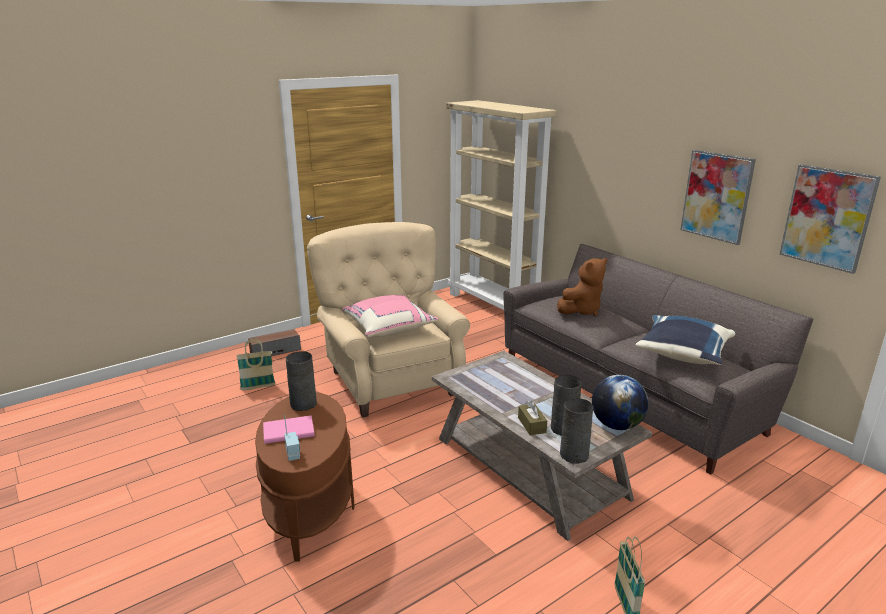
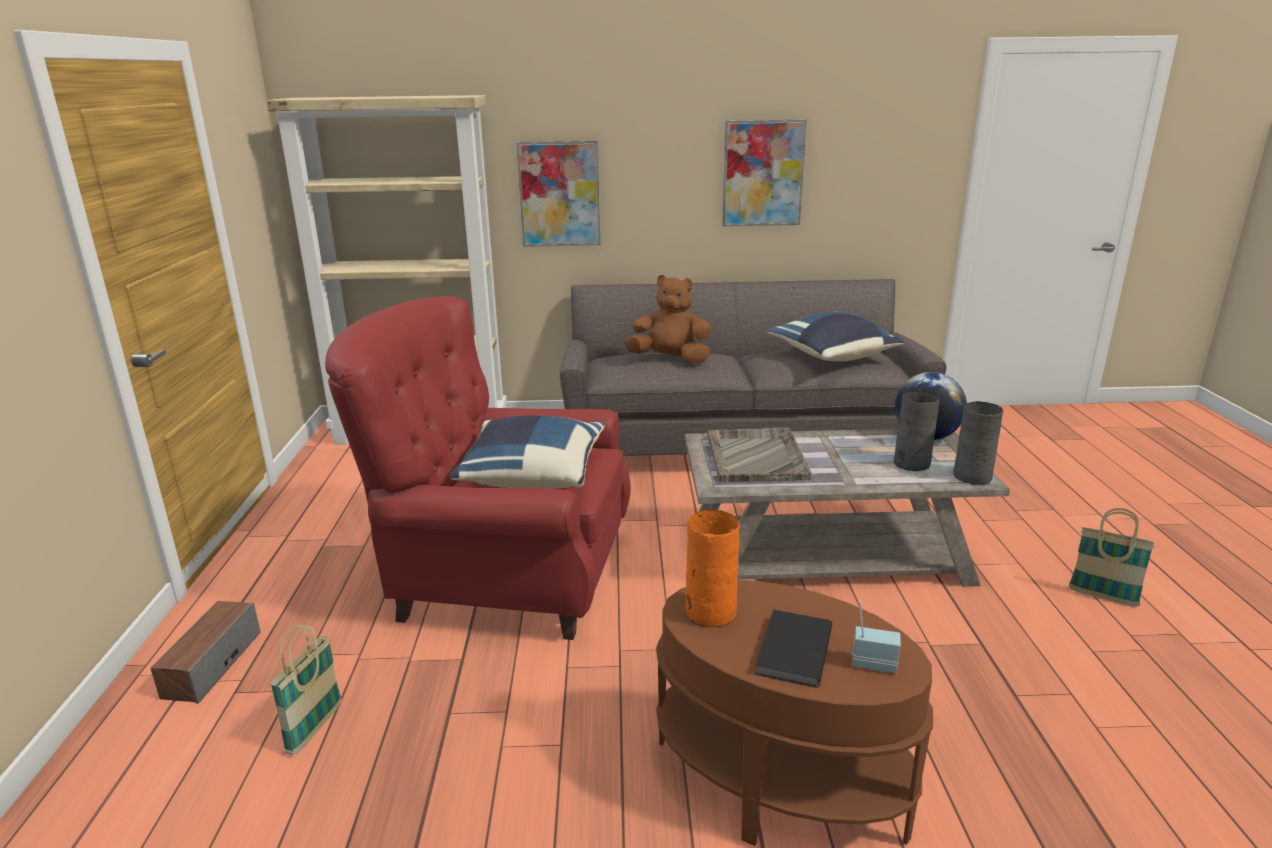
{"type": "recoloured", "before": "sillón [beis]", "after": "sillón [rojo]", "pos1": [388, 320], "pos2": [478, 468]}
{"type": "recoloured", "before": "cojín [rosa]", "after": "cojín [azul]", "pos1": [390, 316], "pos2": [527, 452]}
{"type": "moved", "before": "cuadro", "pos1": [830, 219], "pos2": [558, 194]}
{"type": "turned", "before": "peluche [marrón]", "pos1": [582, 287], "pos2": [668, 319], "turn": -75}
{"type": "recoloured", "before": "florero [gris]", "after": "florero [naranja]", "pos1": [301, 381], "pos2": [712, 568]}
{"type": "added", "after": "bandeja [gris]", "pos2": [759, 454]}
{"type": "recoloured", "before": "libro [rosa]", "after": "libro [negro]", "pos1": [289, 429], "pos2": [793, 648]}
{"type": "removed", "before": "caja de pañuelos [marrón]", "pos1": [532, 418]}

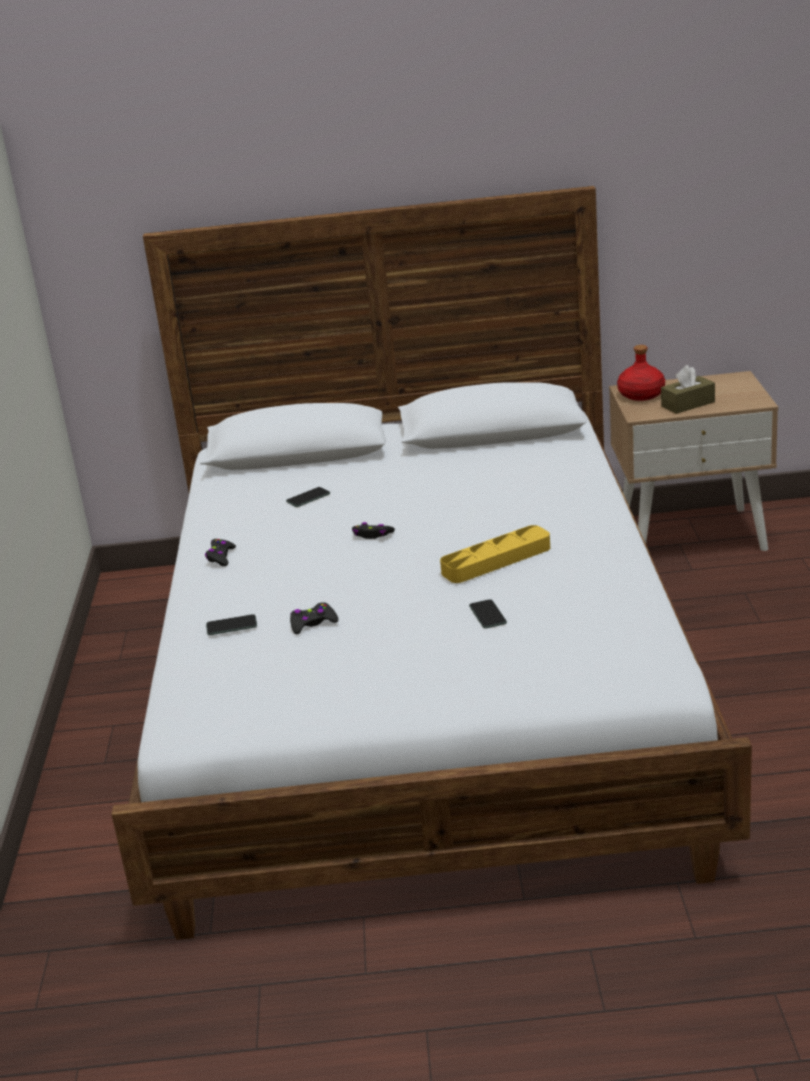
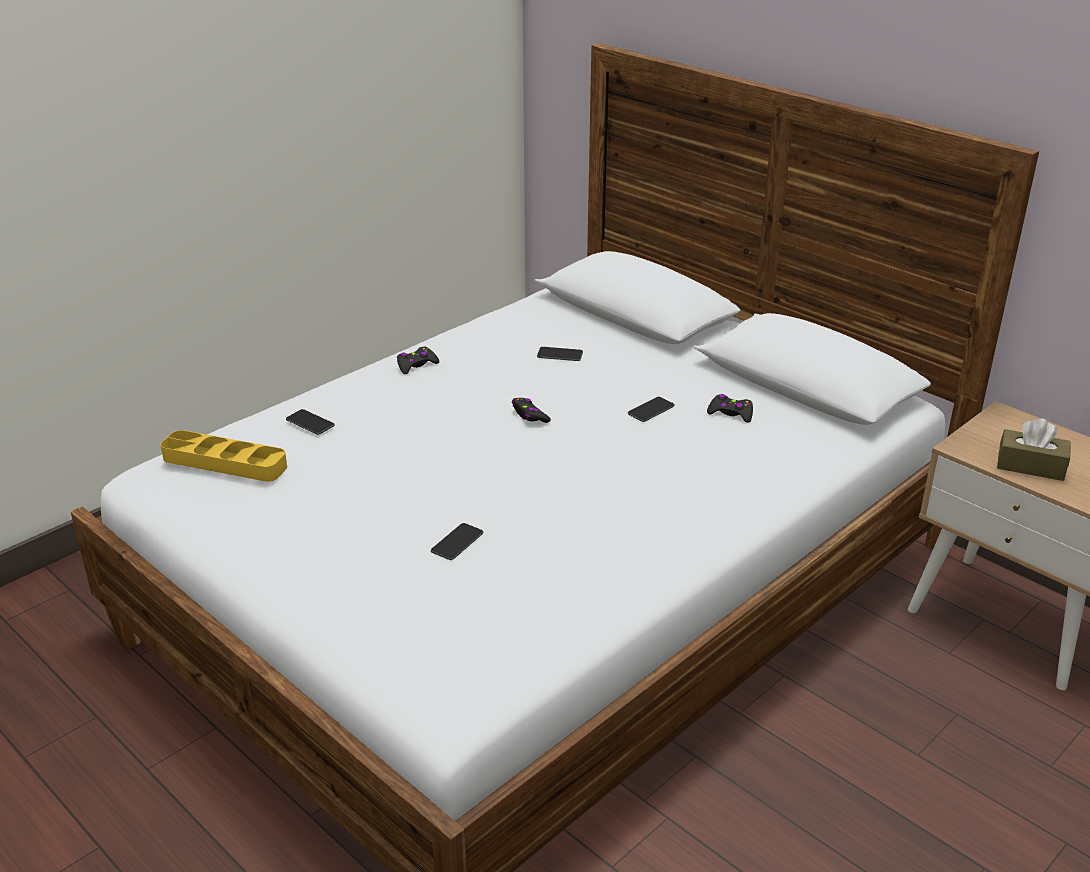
{"type": "moved", "before": "bandeja [amarillo]", "pos1": [495, 554], "pos2": [223, 456]}
{"type": "added", "after": "móvil", "pos2": [651, 409]}
{"type": "moved", "before": "mando de consola [negro]", "pos1": [314, 618], "pos2": [730, 408]}
{"type": "removed", "before": "botella [rojo]", "pos1": [641, 373]}

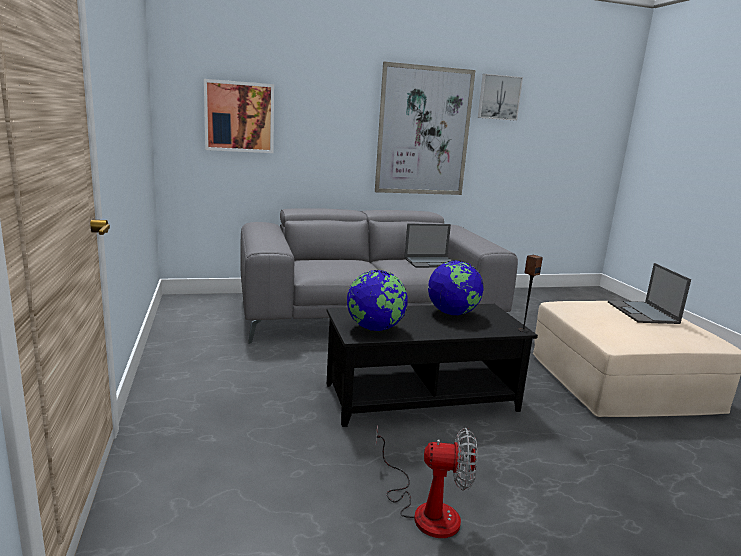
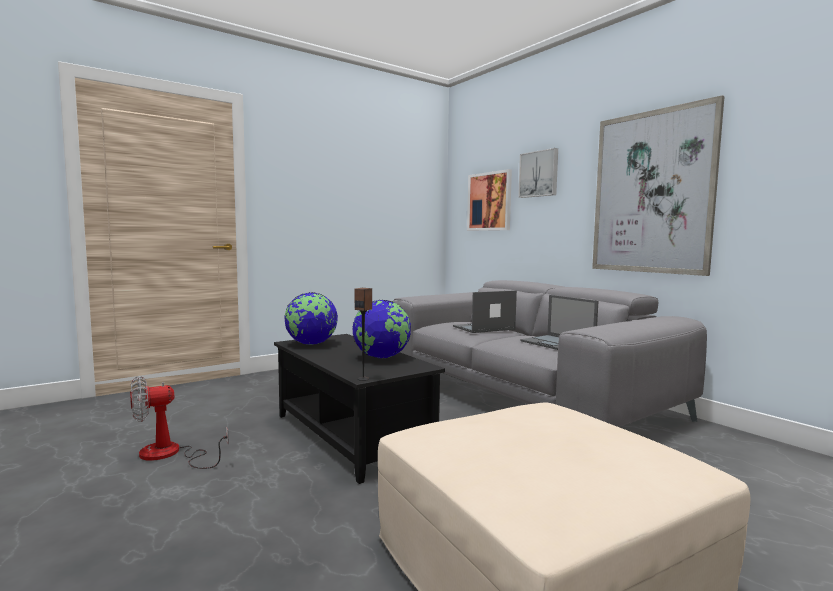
{"type": "turned", "before": "ventilador", "pos1": [426, 481], "pos2": [179, 422], "turn": 75}
{"type": "moved", "before": "portátil", "pos1": [649, 293], "pos2": [485, 311]}
{"type": "moved", "before": "cuadro", "pos1": [500, 97], "pos2": [538, 173]}

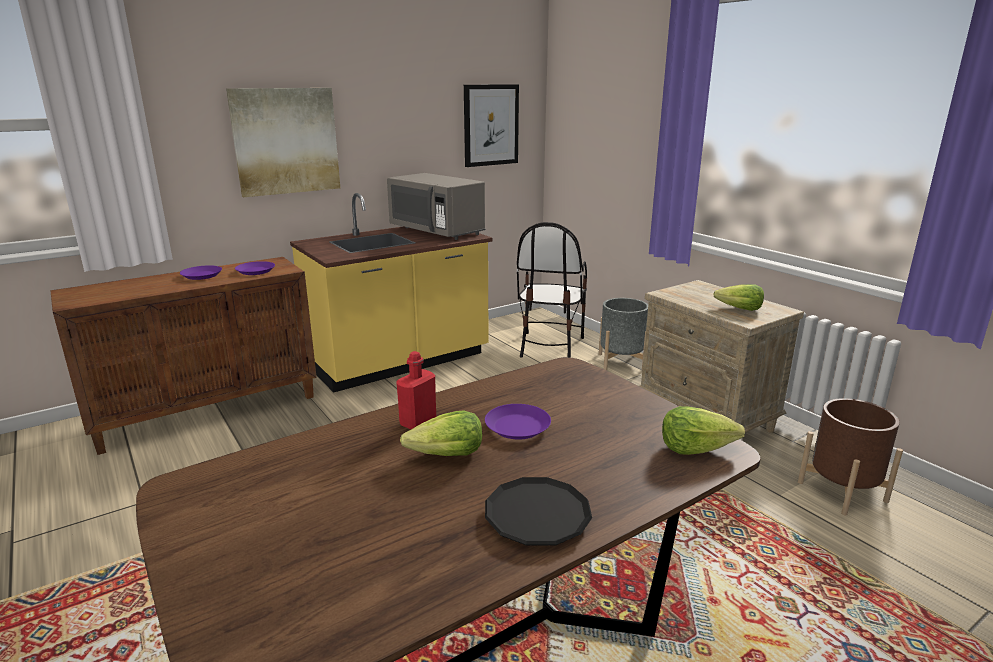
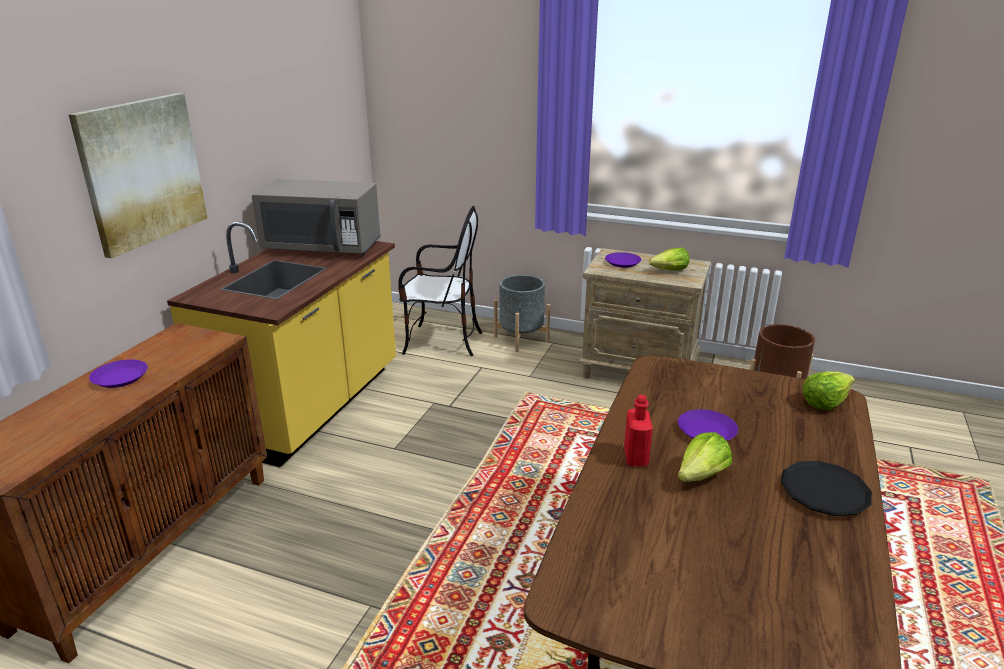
{"type": "turned", "before": "silla", "pos1": [552, 290], "pos2": [440, 281], "turn": -60}
{"type": "moved", "before": "plato [morado]", "pos1": [255, 268], "pos2": [623, 260]}
{"type": "removed", "before": "cuadro", "pos1": [491, 125]}

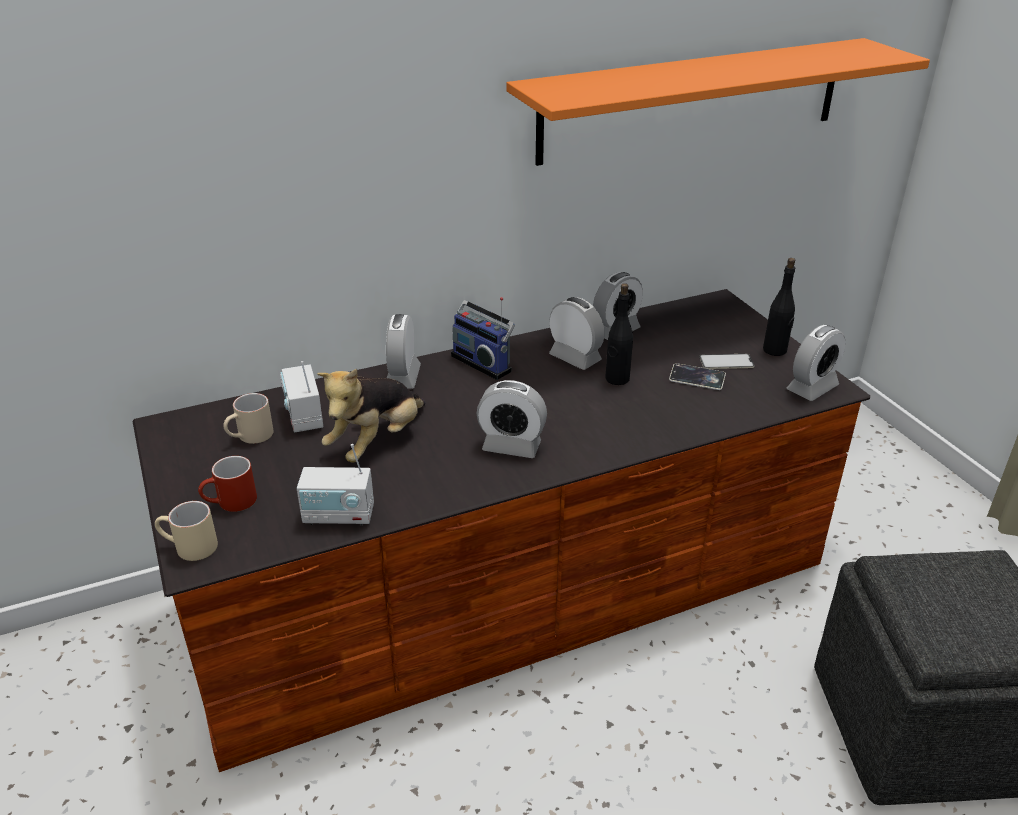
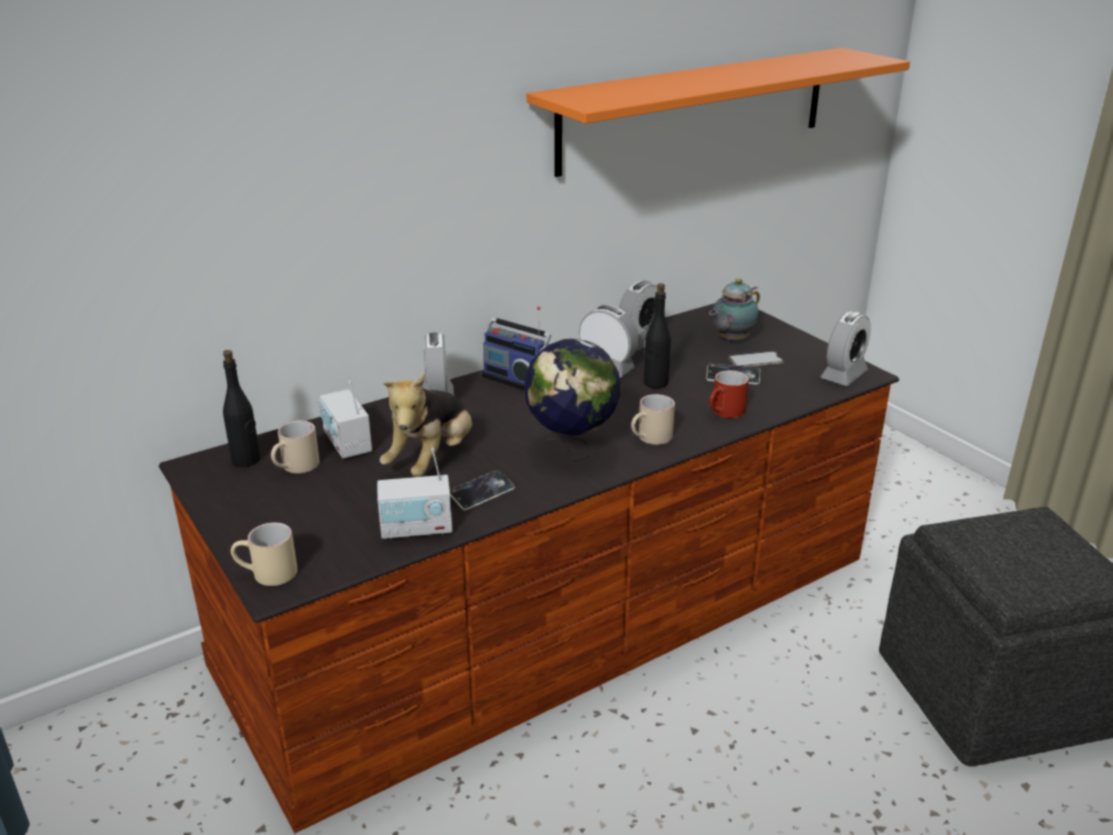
{"type": "moved", "before": "botella [negro]", "pos1": [779, 307], "pos2": [241, 408]}
{"type": "added", "after": "móvil", "pos2": [482, 490]}
{"type": "replaced", "before": "despertador", "after": "globo terráqueo", "pos1": [511, 419], "pos2": [572, 399]}
{"type": "added", "after": "taza grande [beis]", "pos2": [653, 419]}
{"type": "added", "after": "tetera", "pos2": [734, 310]}
{"type": "moved", "before": "taza grande [rojo]", "pos1": [227, 484], "pos2": [729, 394]}

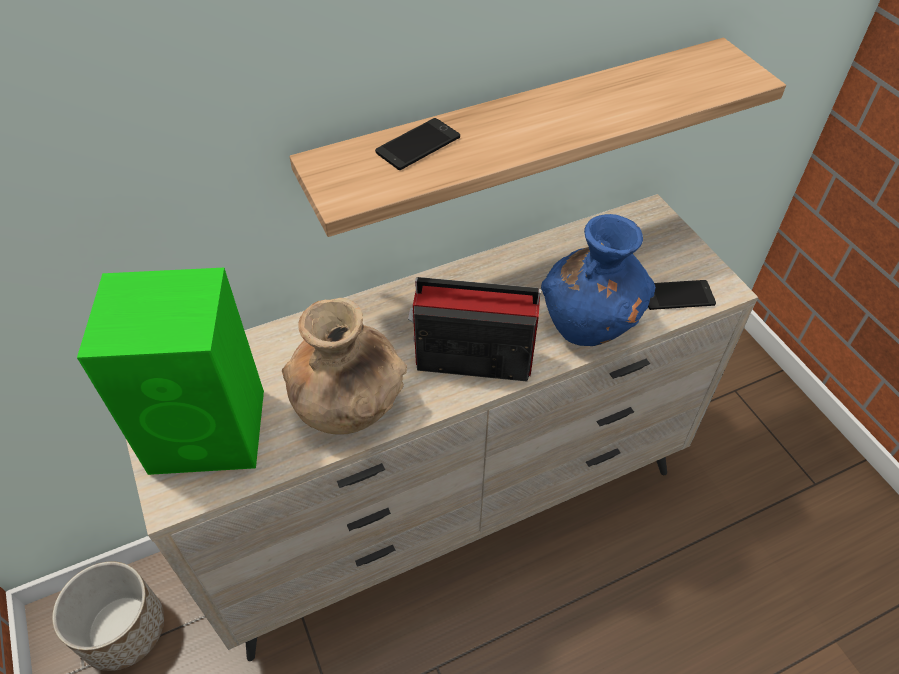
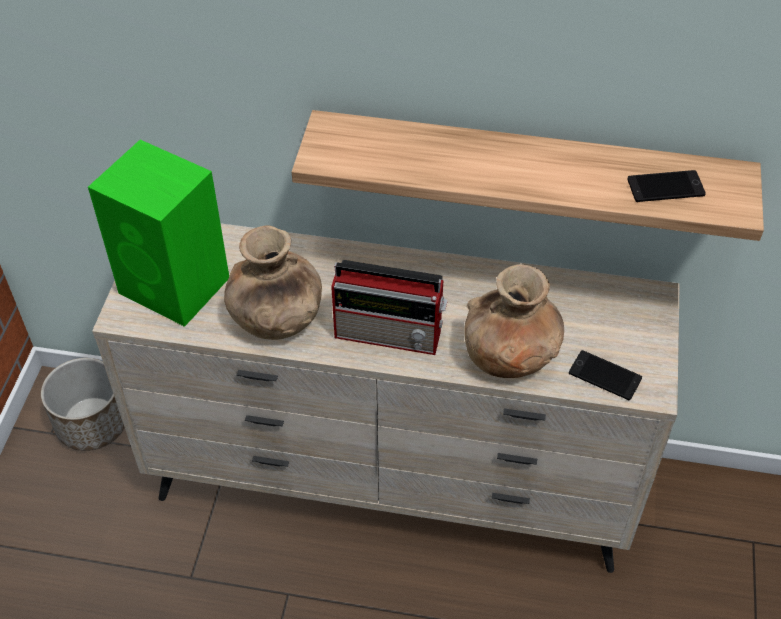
{"type": "turned", "before": "radio", "pos1": [474, 329], "pos2": [389, 307], "turn": 150}
{"type": "recoloured", "before": "florero [azul]", "after": "florero [marrón]", "pos1": [598, 280], "pos2": [514, 321]}
{"type": "moved", "before": "móvil", "pos1": [417, 144], "pos2": [666, 186]}

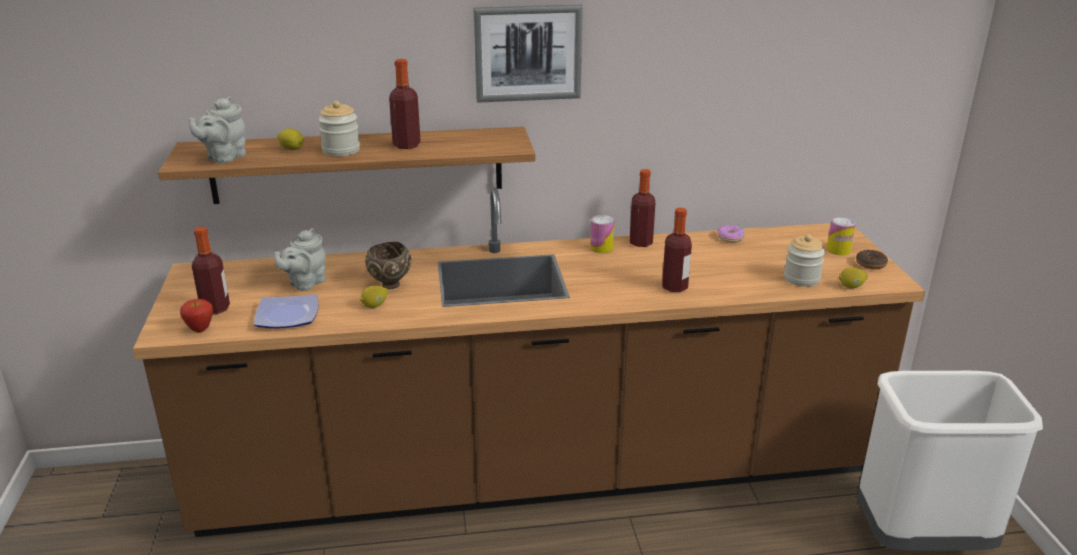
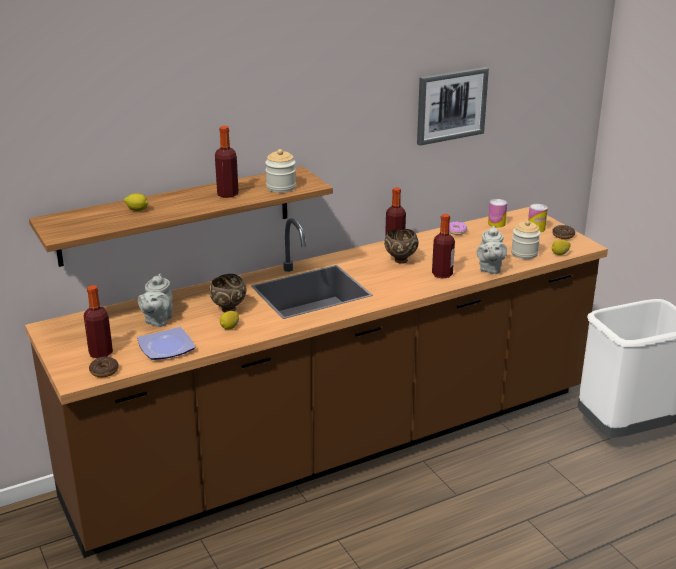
{"type": "replaced", "before": "manzana", "after": "rosquilla", "pos1": [196, 316], "pos2": [104, 367]}
{"type": "moved", "before": "tarro", "pos1": [339, 128], "pos2": [280, 171]}
{"type": "added", "after": "cuenco [marrón]", "pos2": [401, 246]}
{"type": "moved", "before": "cuadro", "pos1": [528, 53], "pos2": [453, 106]}
{"type": "moved", "before": "tetera [gris]", "pos1": [217, 130], "pos2": [491, 250]}
{"type": "moved", "before": "lata", "pos1": [602, 234], "pos2": [497, 213]}

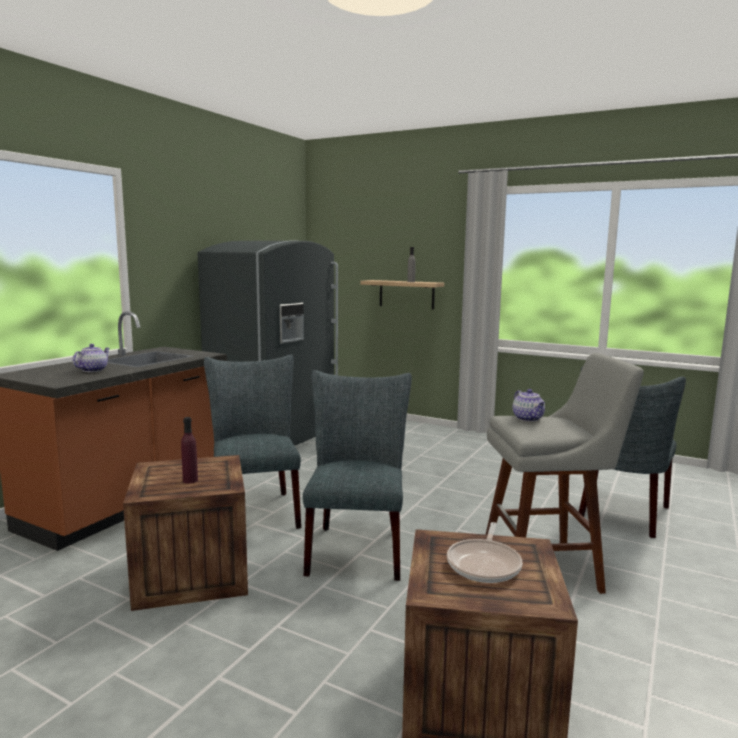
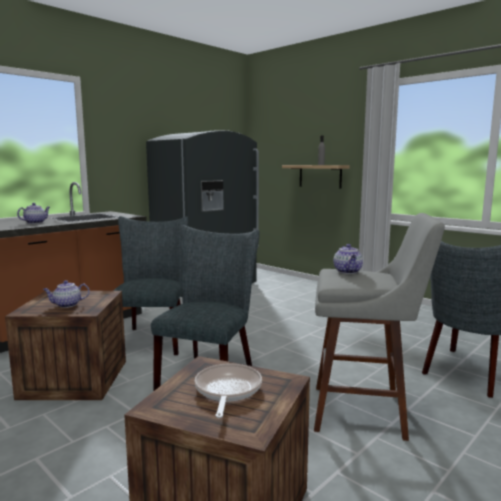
{"type": "replaced", "before": "botella [morado]", "after": "tetera", "pos1": [189, 450], "pos2": [66, 294]}
{"type": "turned", "before": "sartén", "pos1": [484, 552], "pos2": [228, 390], "turn": 150}

